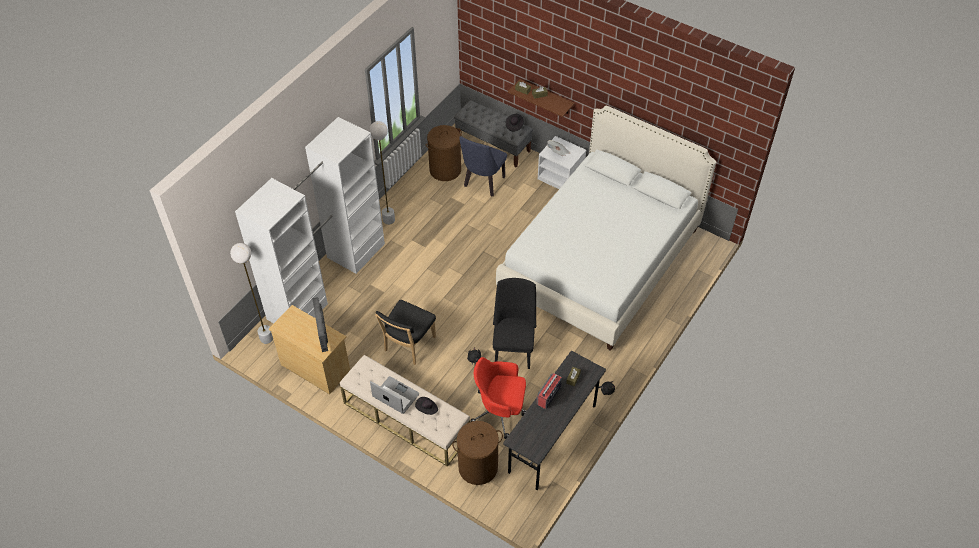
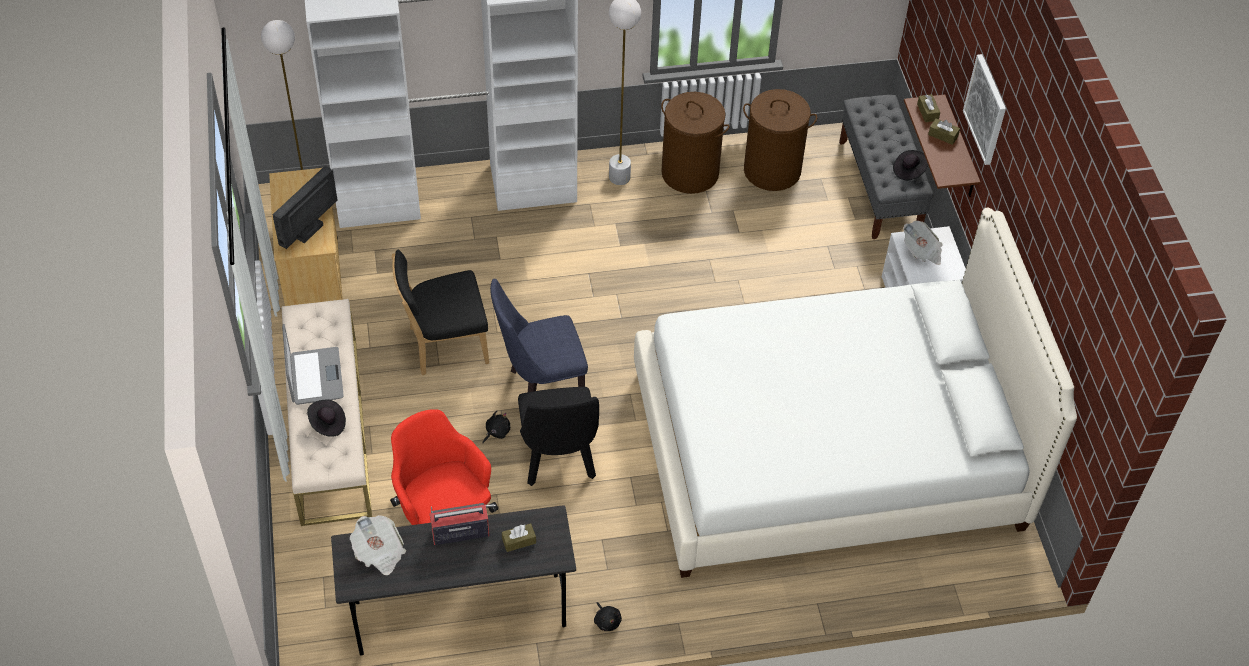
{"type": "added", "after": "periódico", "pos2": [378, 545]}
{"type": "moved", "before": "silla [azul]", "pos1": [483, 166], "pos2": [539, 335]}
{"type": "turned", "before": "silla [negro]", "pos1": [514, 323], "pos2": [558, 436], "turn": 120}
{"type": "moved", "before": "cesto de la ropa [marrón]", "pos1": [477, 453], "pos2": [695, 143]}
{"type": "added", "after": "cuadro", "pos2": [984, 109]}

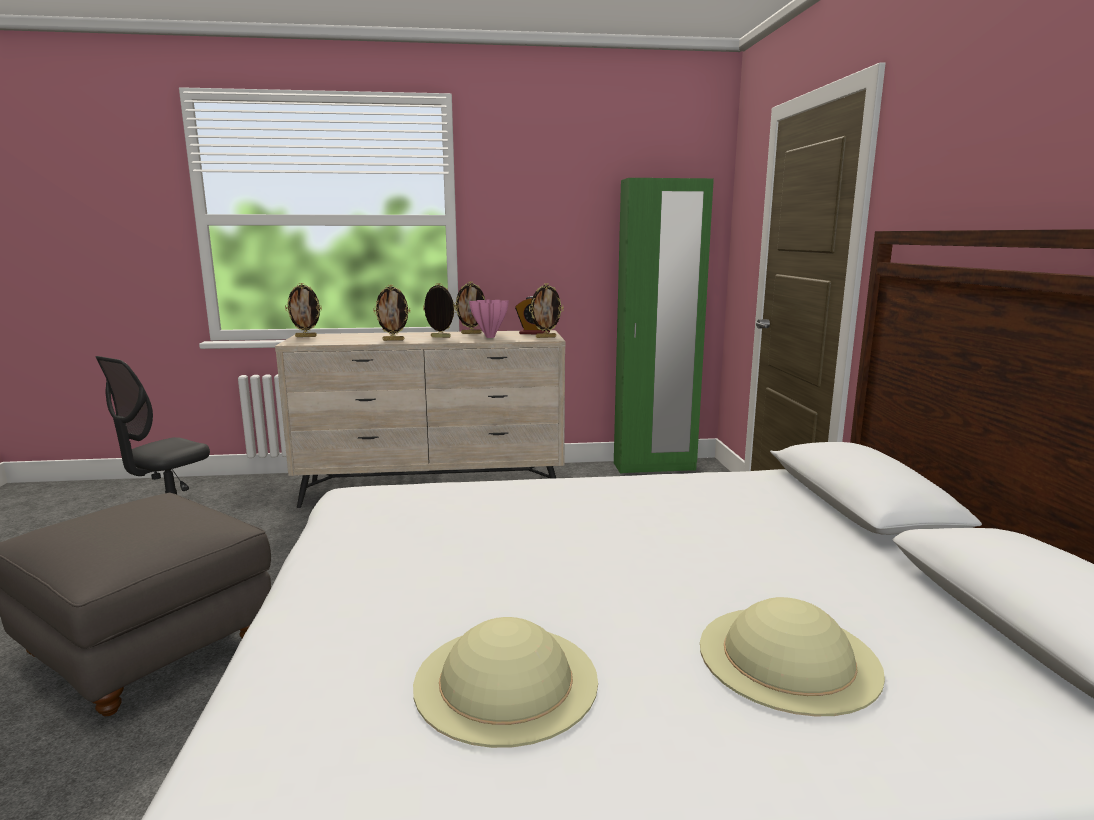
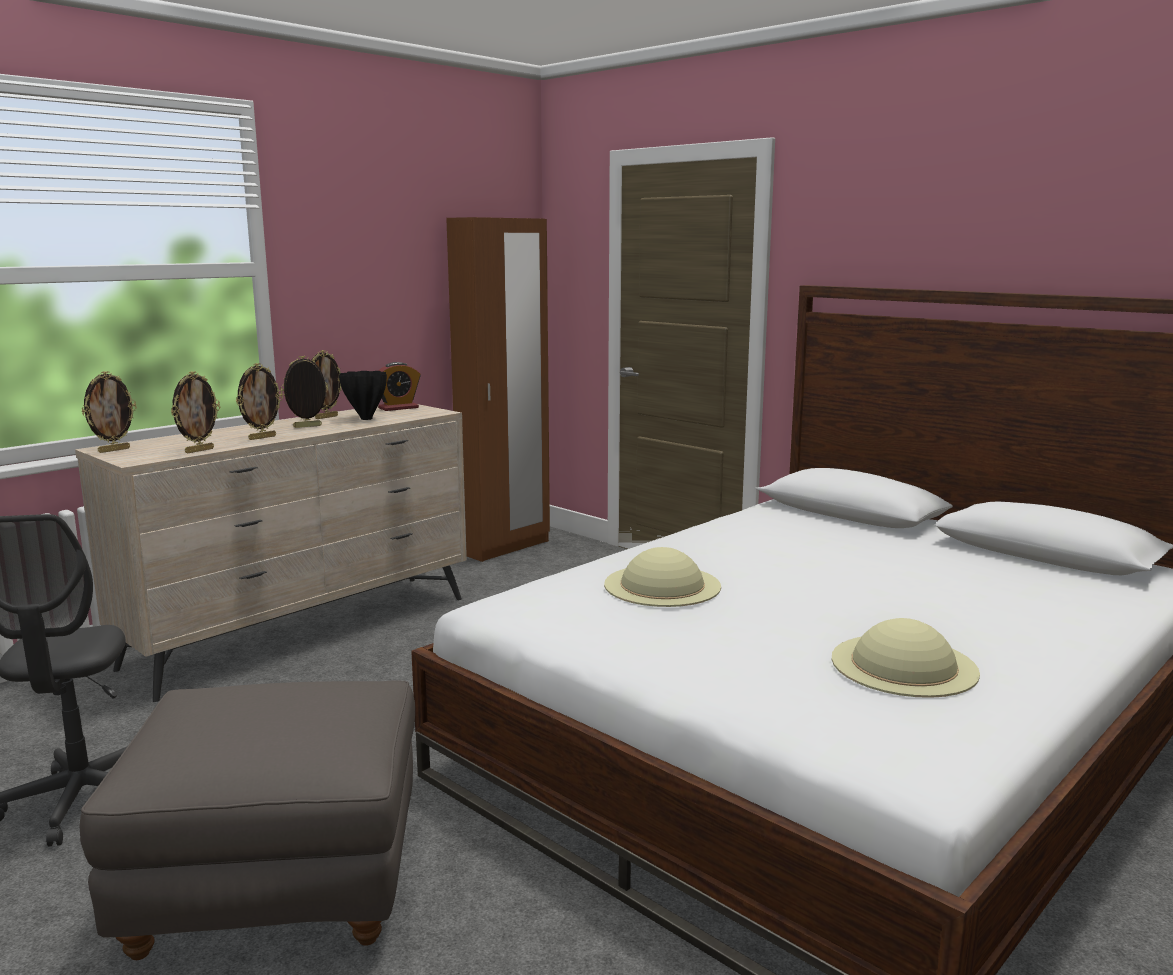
{"type": "moved", "before": "portarretratos", "pos1": [546, 310], "pos2": [195, 412]}
{"type": "recoloured", "before": "florero [rosa]", "after": "florero [negro]", "pos1": [489, 318], "pos2": [363, 395]}
{"type": "recoloured", "before": "armario ropero [verde]", "after": "armario ropero [marrón]", "pos1": [664, 325], "pos2": [498, 389]}
{"type": "moved", "before": "sombrero [beis]", "pos1": [792, 656], "pos2": [662, 577]}

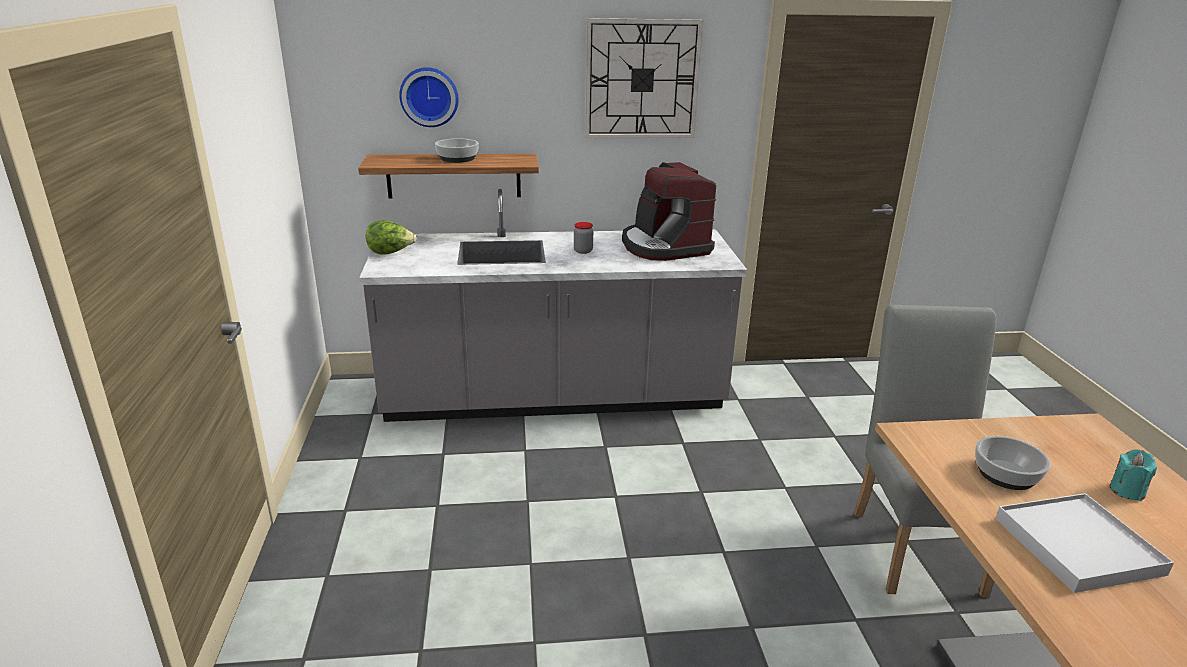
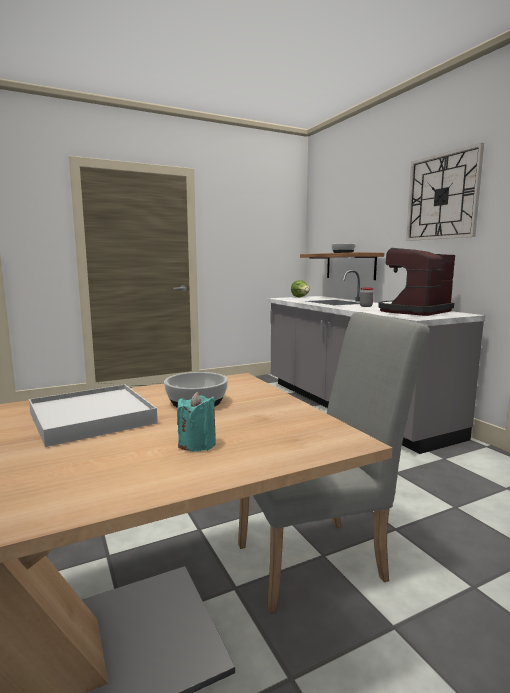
{"type": "removed", "before": "reloj de pared", "pos1": [429, 97]}

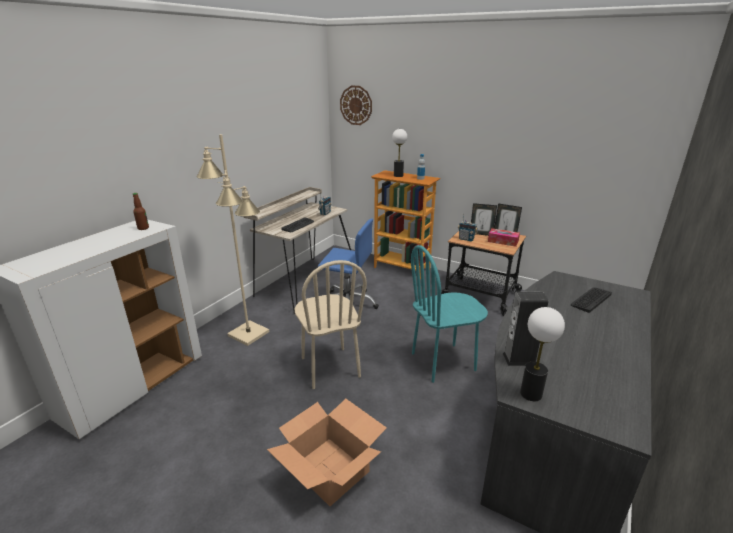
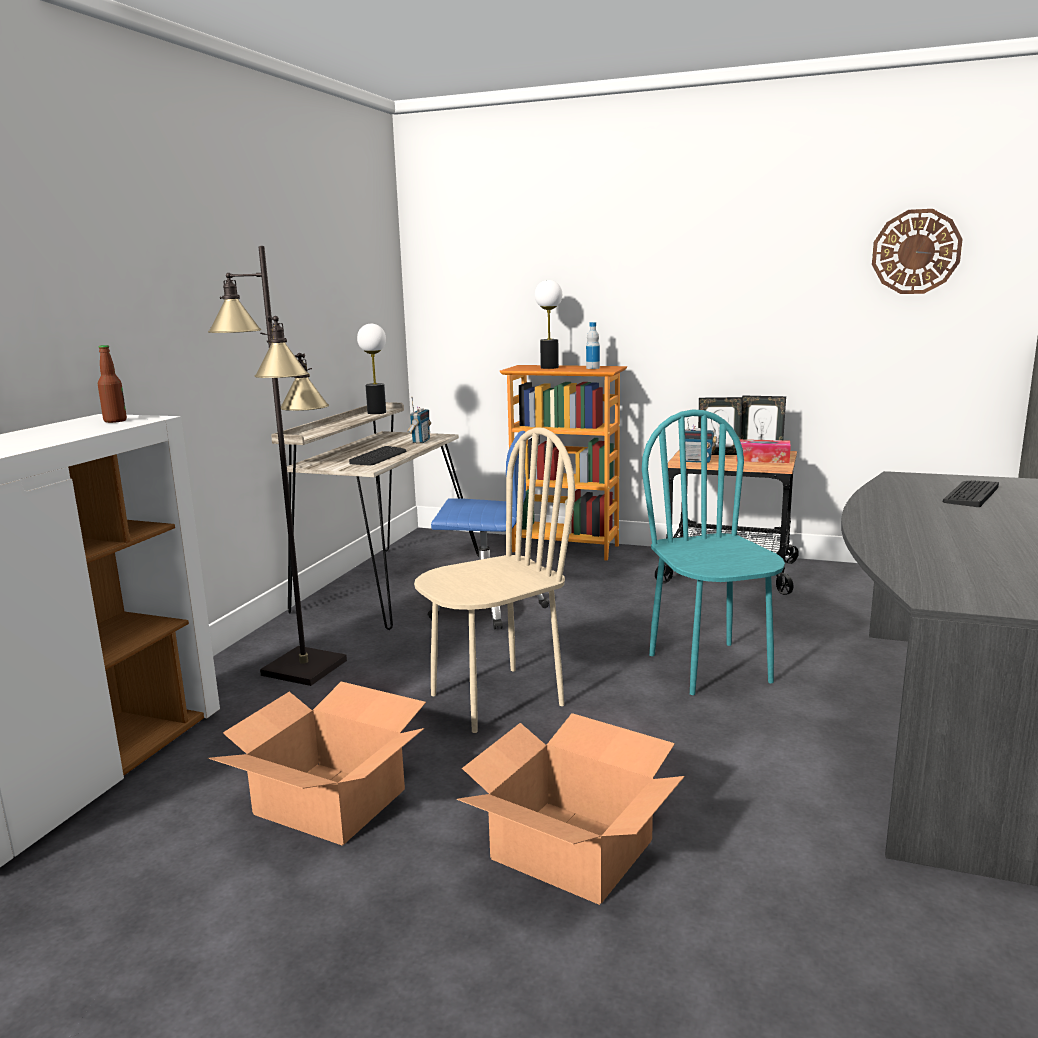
{"type": "recoloured", "before": "lámpara de pie [beis]", "after": "lámpara de pie [negro]", "pos1": [232, 240], "pos2": [277, 466]}
{"type": "added", "after": "caja de cartón", "pos2": [317, 763]}
{"type": "moved", "before": "lámpara de mesa", "pos1": [542, 354], "pos2": [371, 368]}
{"type": "turned", "before": "silla [beis]", "pos1": [330, 324], "pos2": [494, 580], "turn": -90}
{"type": "turned", "before": "silla [turquesa]", "pos1": [449, 314], "pos2": [713, 552], "turn": 105}
{"type": "moved", "before": "reloj de pared", "pos1": [356, 105], "pos2": [917, 251]}
{"type": "removed", "before": "altavoz", "pos1": [525, 329]}

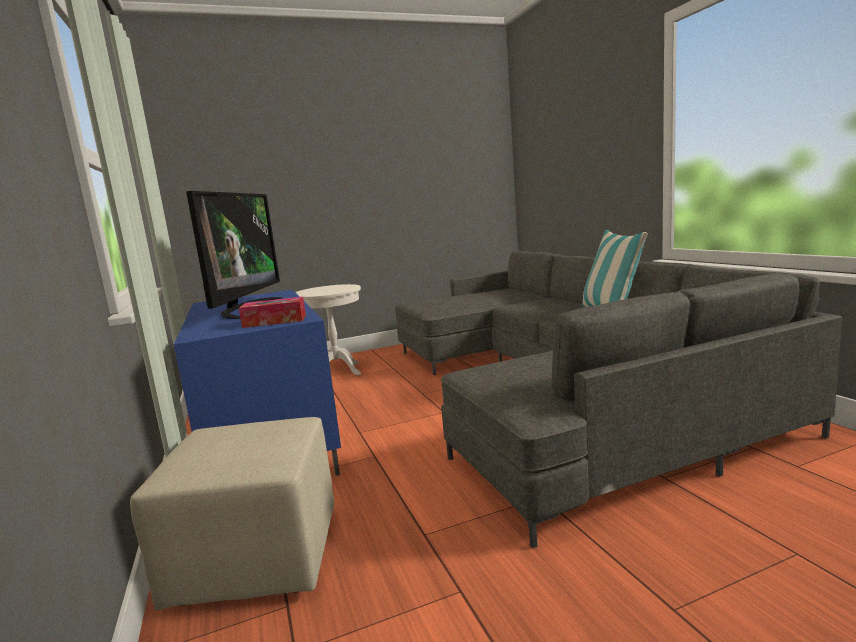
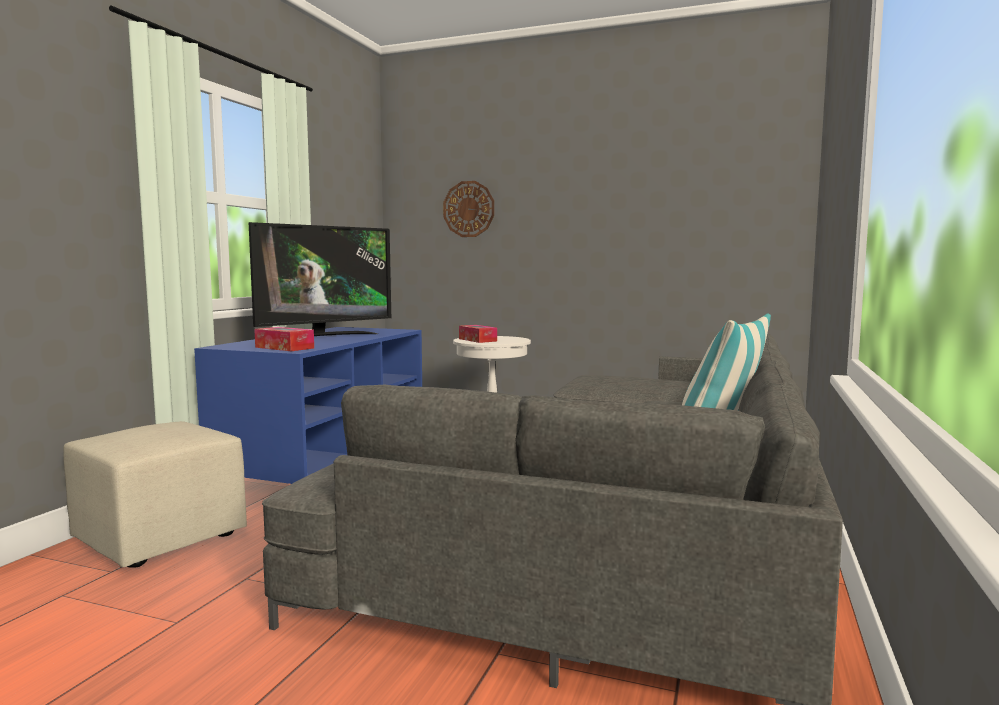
{"type": "added", "after": "reloj de pared", "pos2": [468, 209]}
{"type": "added", "after": "caja de pañuelos", "pos2": [478, 334]}

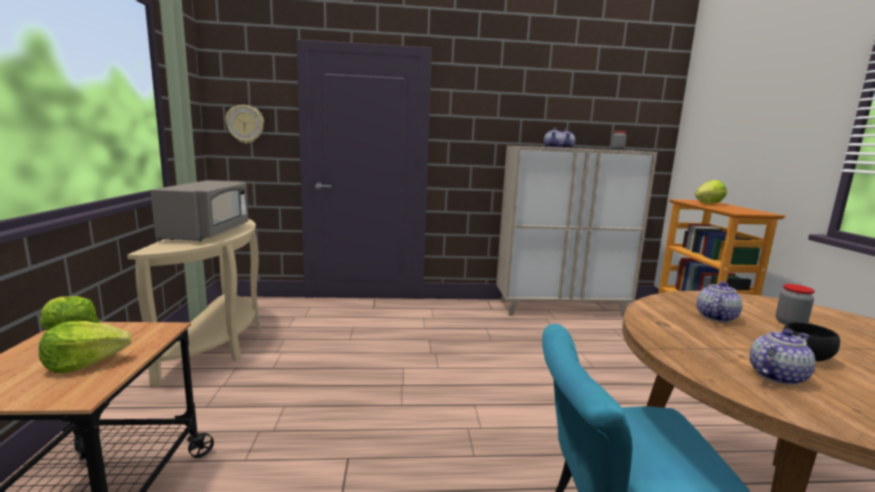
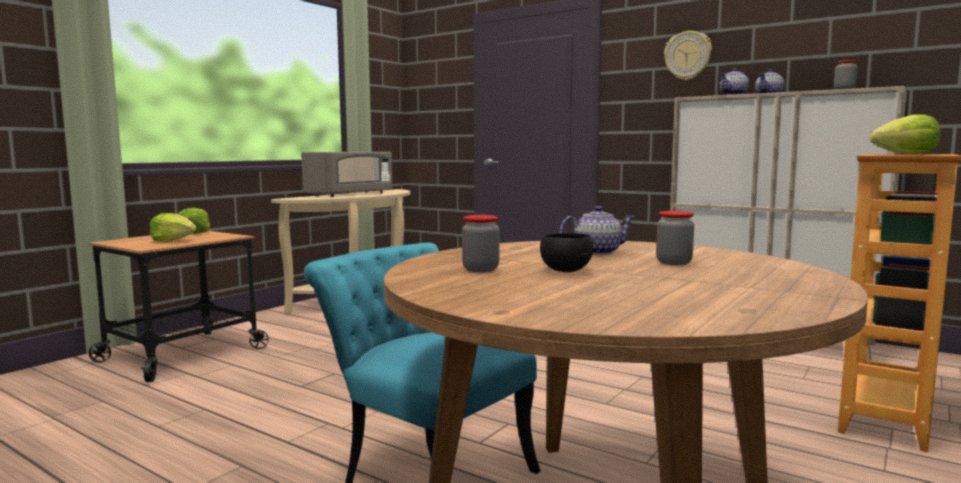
{"type": "replaced", "before": "tetera", "after": "tarro", "pos1": [782, 357], "pos2": [481, 243]}
{"type": "moved", "before": "reloj de pared", "pos1": [244, 124], "pos2": [688, 55]}

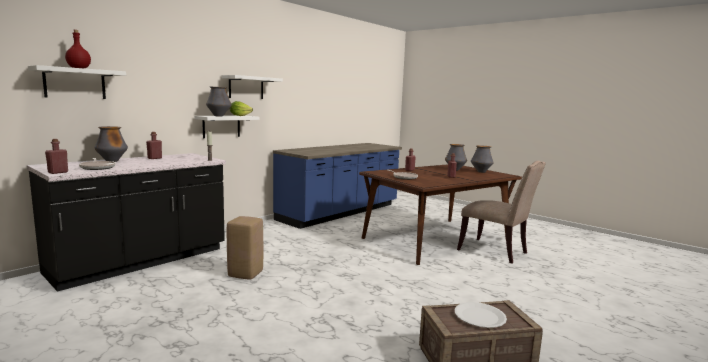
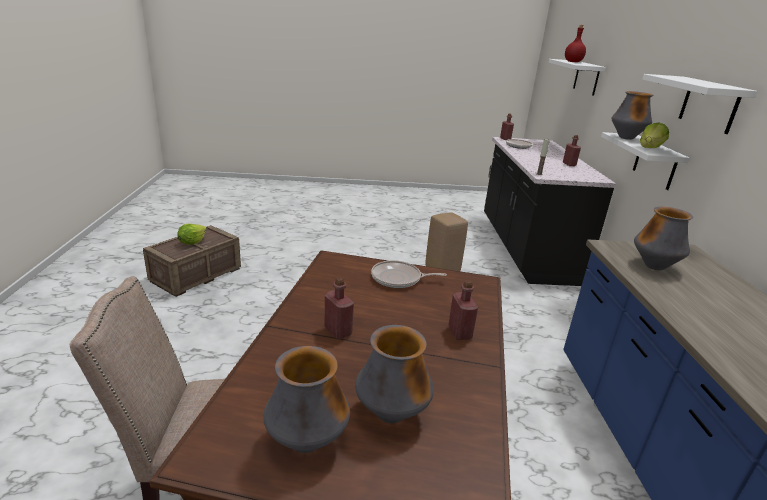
{"type": "replaced", "before": "plato [blanco]", "after": "lechuga", "pos1": [481, 315], "pos2": [192, 234]}
{"type": "moved", "before": "florero", "pos1": [111, 144], "pos2": [664, 238]}

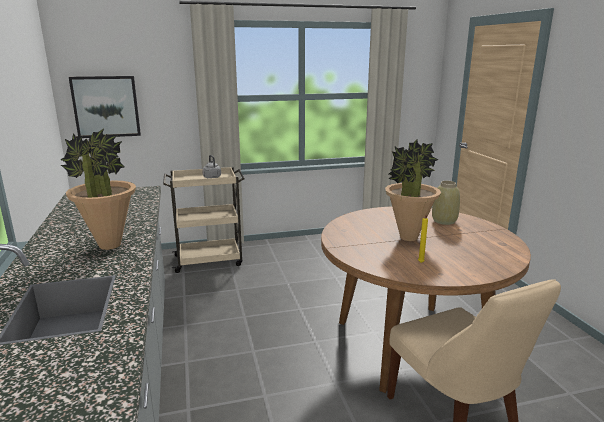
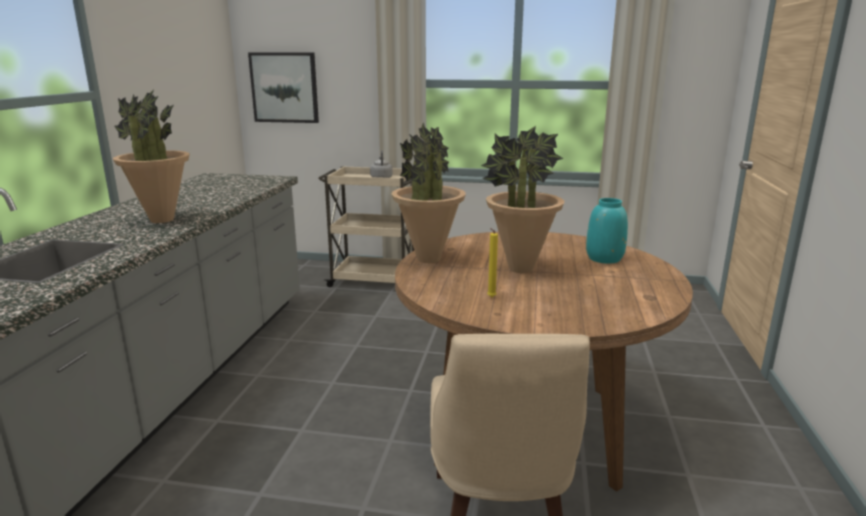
{"type": "added", "after": "planta en maceta", "pos2": [429, 193]}
{"type": "recoloured", "before": "florero [beis]", "after": "florero [turquesa]", "pos1": [446, 203], "pos2": [607, 231]}

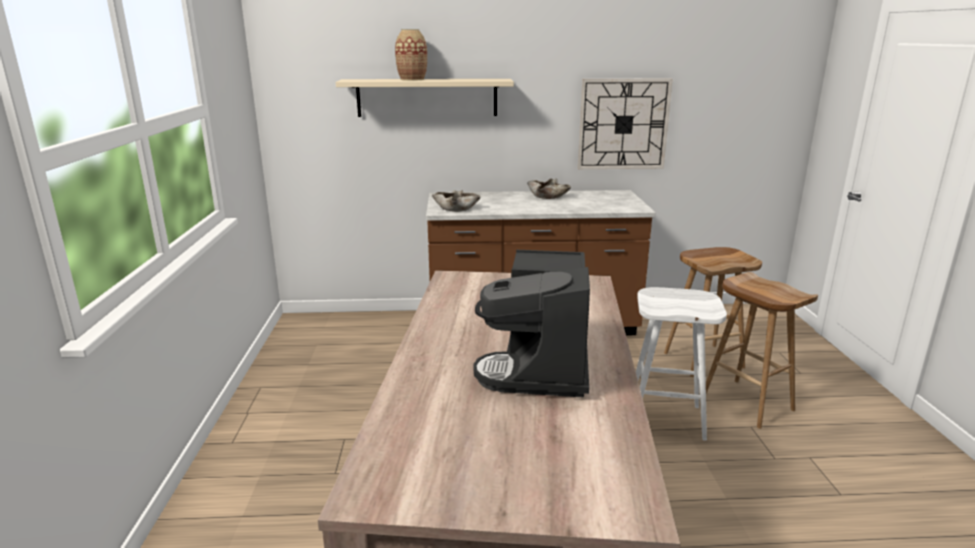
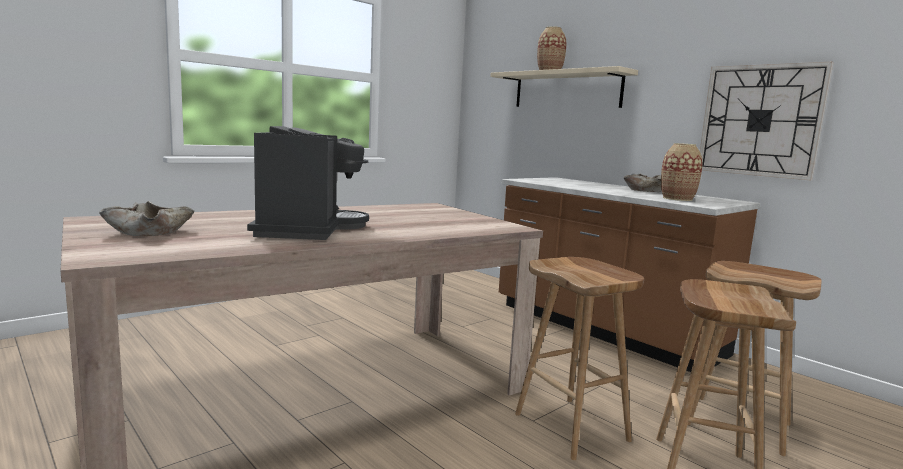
{"type": "moved", "before": "cuenco [beis]", "pos1": [456, 201], "pos2": [146, 218]}
{"type": "turned", "before": "cafetera", "pos1": [531, 324], "pos2": [308, 183], "turn": 120}
{"type": "recoloured", "before": "taburete [blanco]", "after": "taburete [marrón]", "pos1": [681, 364], "pos2": [579, 358]}
{"type": "added", "after": "florero", "pos2": [682, 172]}

